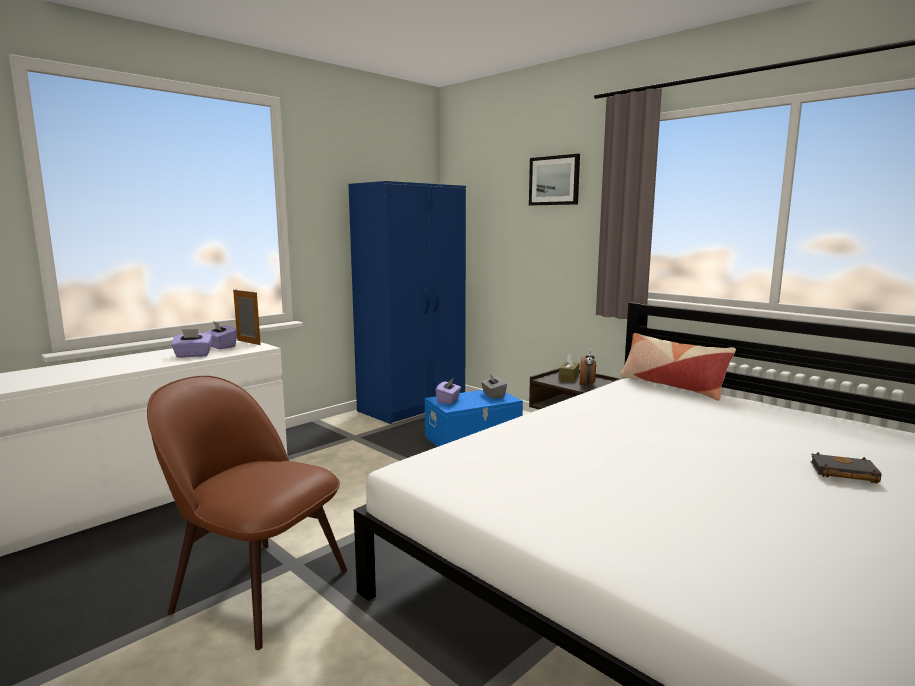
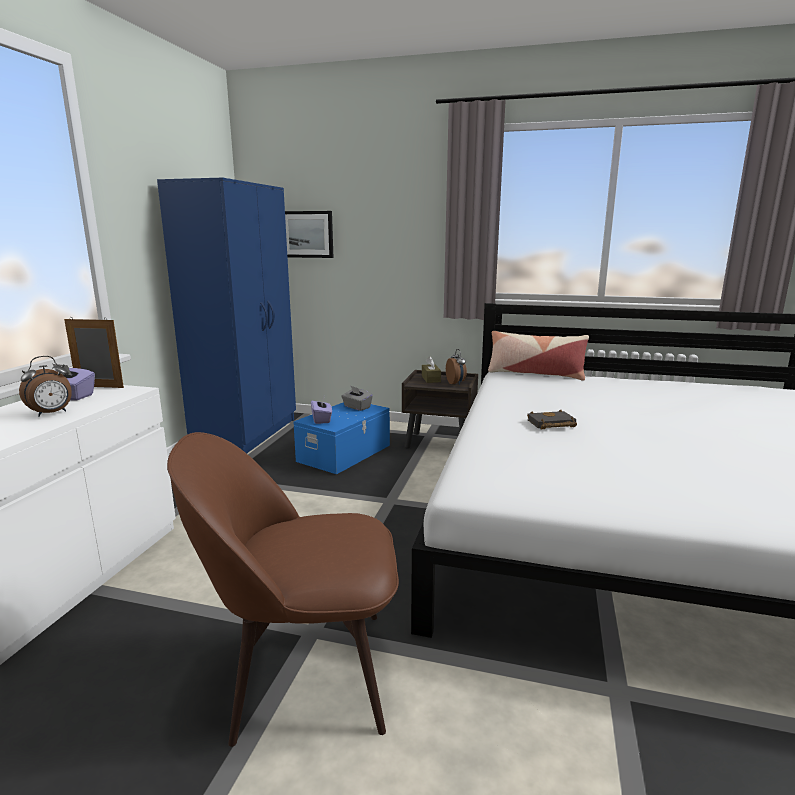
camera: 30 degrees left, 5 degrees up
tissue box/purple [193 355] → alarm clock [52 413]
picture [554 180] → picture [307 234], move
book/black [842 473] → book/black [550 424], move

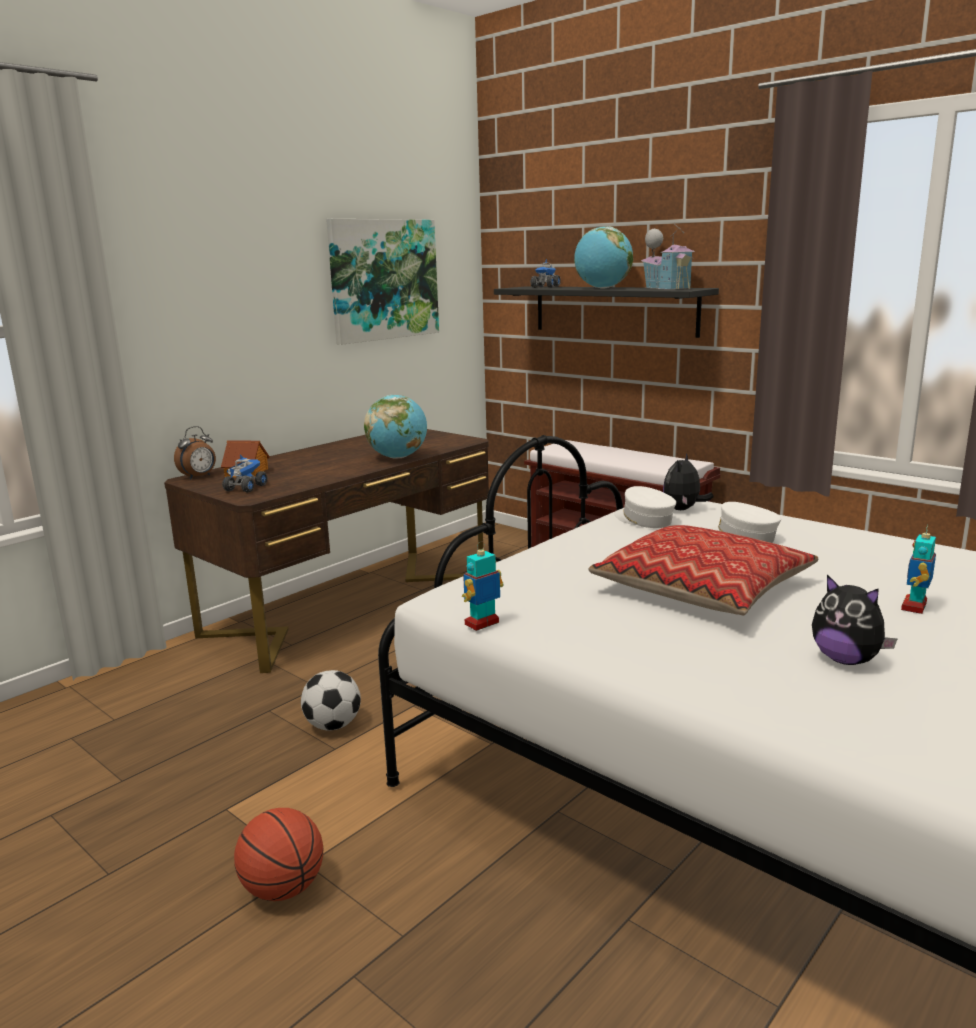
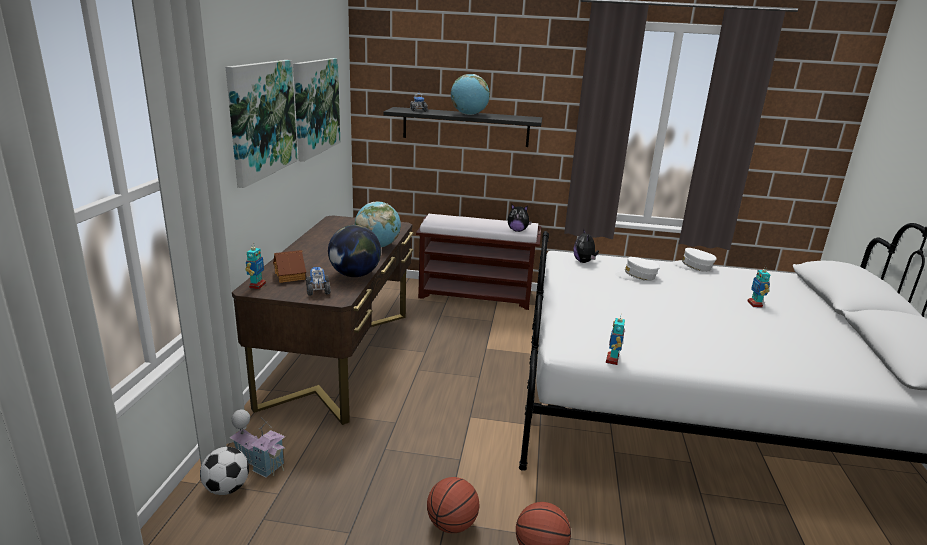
camera: 35 degrees left, 5 degrees up
football [333 725] → football [227 488], move
- → picture [262 119]
toy house [667 288] → toy house [260 463], move
alarm clock [199 477] → toy robot [257 285]
- → globe [355 275]
- → basketball [452 524]
plush toy [846 660] → plush toy [517 230], move
cap/white [644 520] → cap/white [693 267], move
pillow [702 588] → -

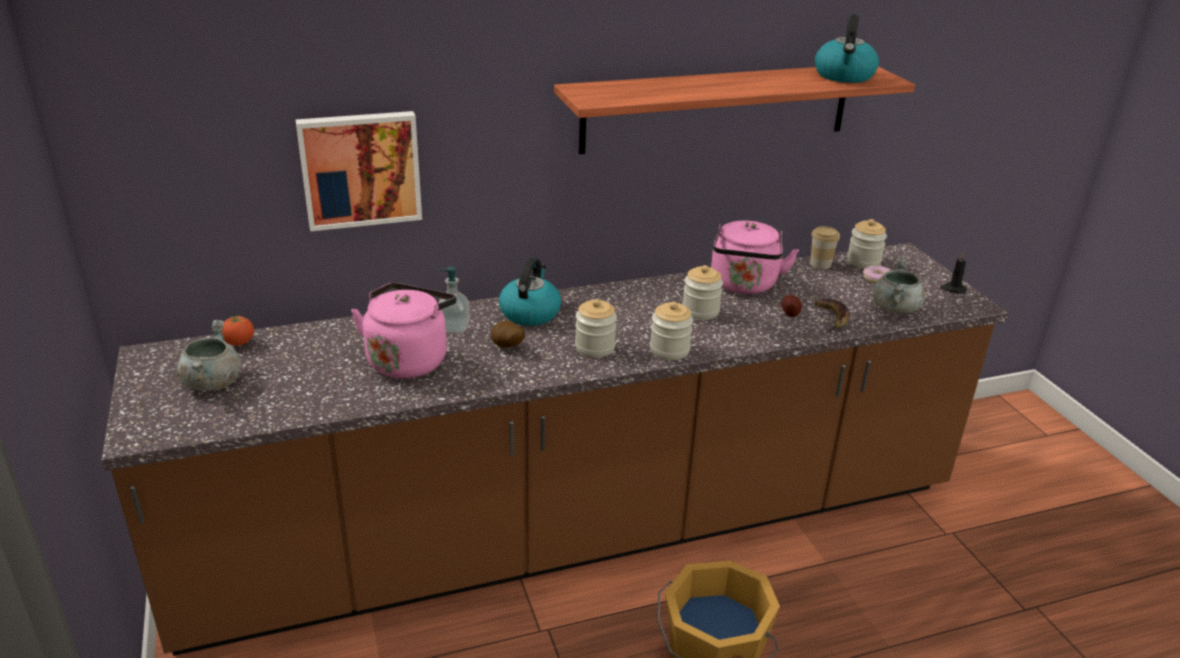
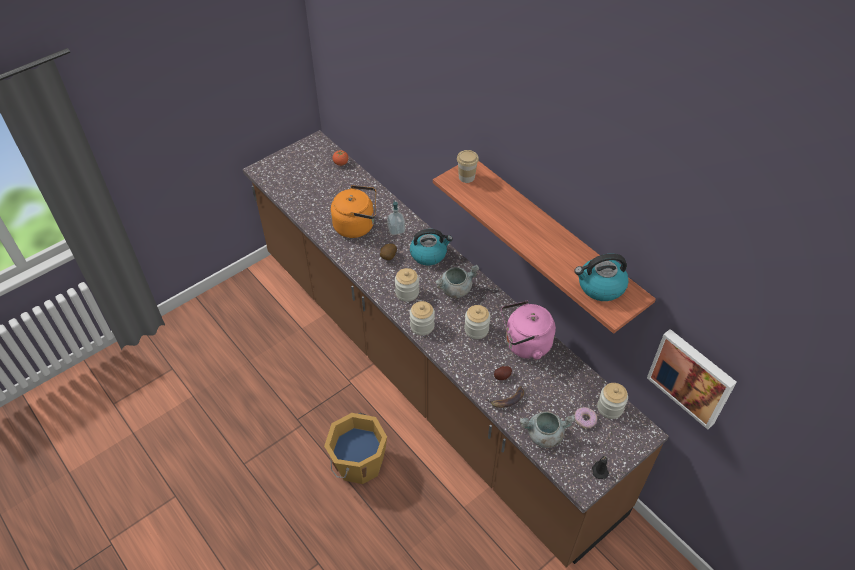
camera: 70 degrees right, 20 degrees up
kettle/pink [409 359] → kettle/orange [357 225]
cooking pot/grey [212 382] → cooking pot/grey [455 289], move
cup [820 264] → cup [466 177], move
picture [360 169] → picture [692 377], move

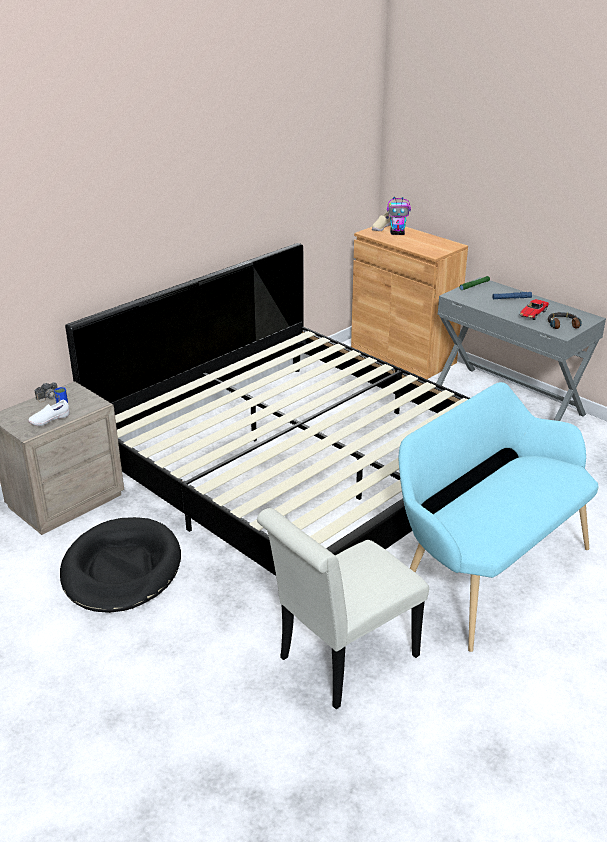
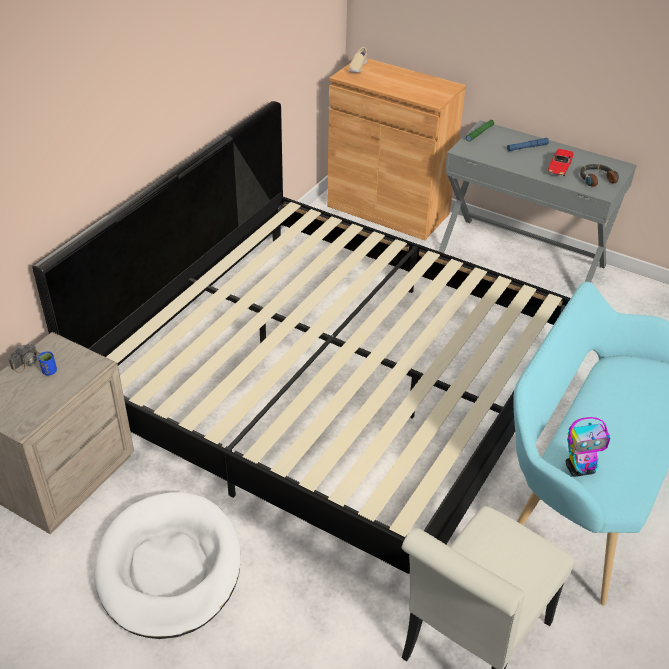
camera: 15 degrees left, 10 degrees up
dog bed/black [121 569] → dog bed/white [169 568]
toy robot [397 233] → toy robot [580 469], move
shoe/white [49 420] → -

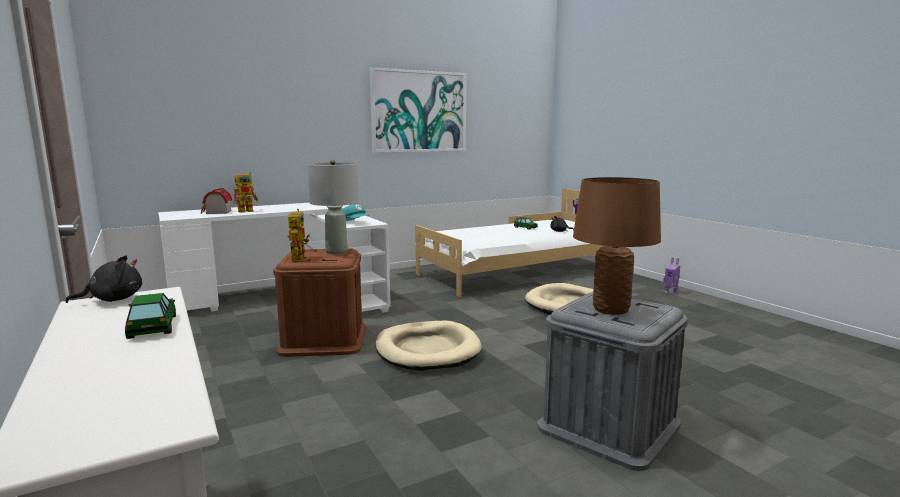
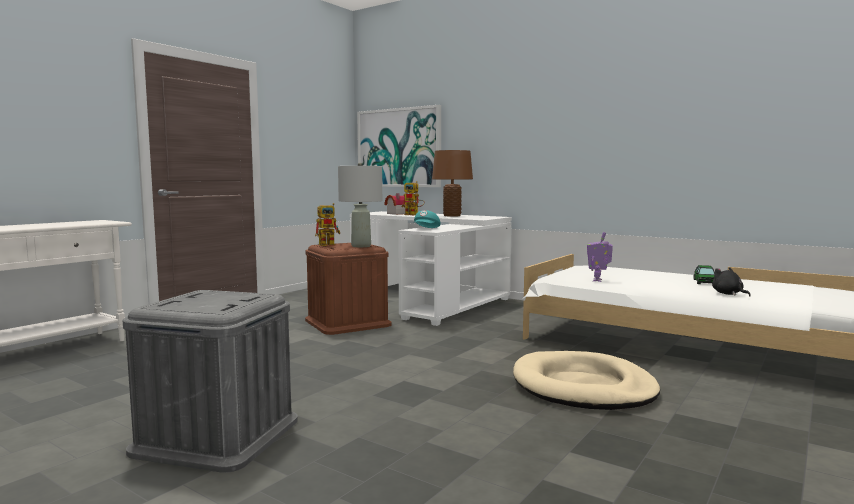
camera: 65 degrees right, 5 degrees down
picture [419 111] → picture [399 148], move
table lamp/brown [610 309] → table lamp/brown [452 216], move
toy robot [671 293] → toy robot [598 280], move
plush toy/black [113 300] → -
toy car [153 326] → -
dog bed/beige [427 350] → -

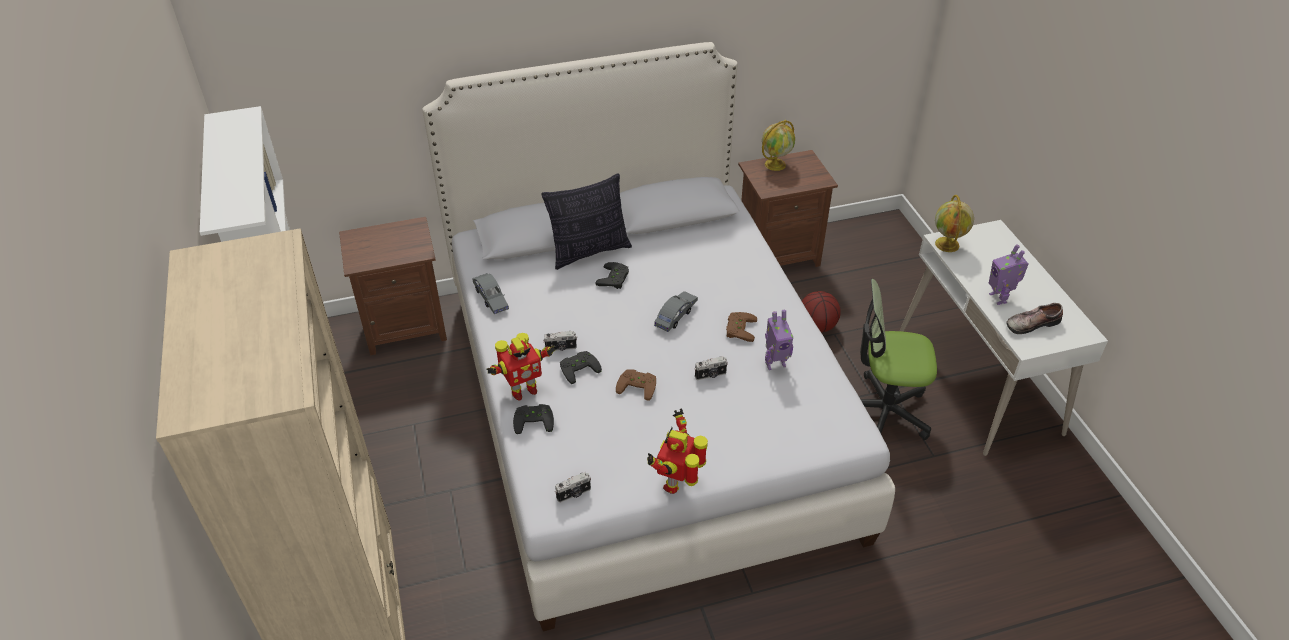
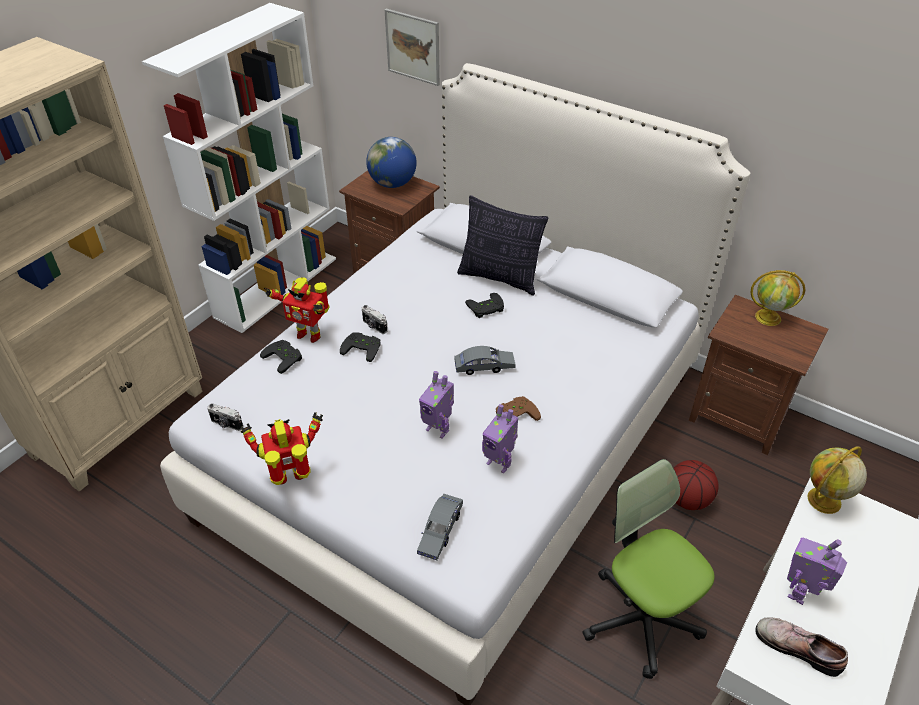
camera: 50 degrees right, 0 degrees up
- → globe [393 184]
- → picture [413 47]
toy car/grey [491 298] → toy car/grey [440 531], move
photo camera [710 375] → toy robot [438 429]
game controller/brown [638 385] → -

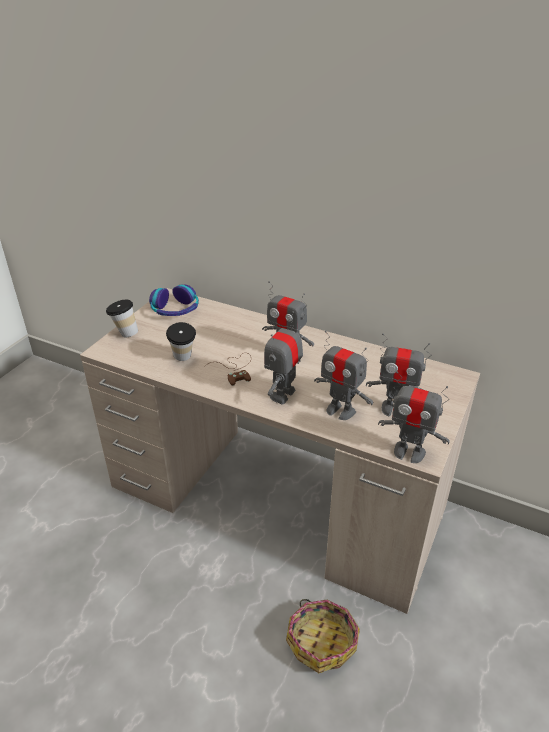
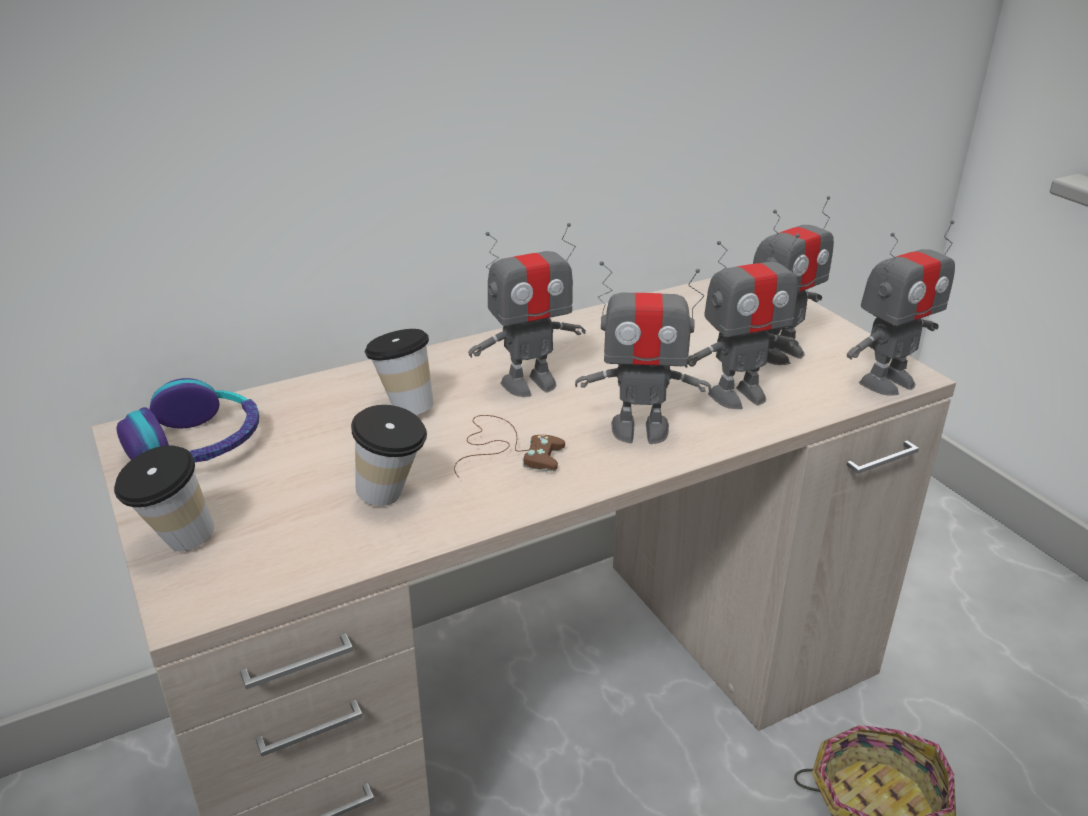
camera: 55 degrees left, 5 degrees down
- → cup [404 407]
toy robot [283 394] → toy robot [640 430], 60 degrees counterclockwise

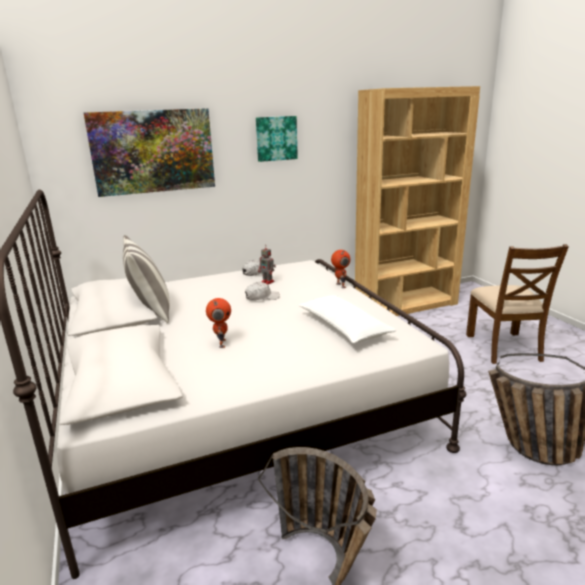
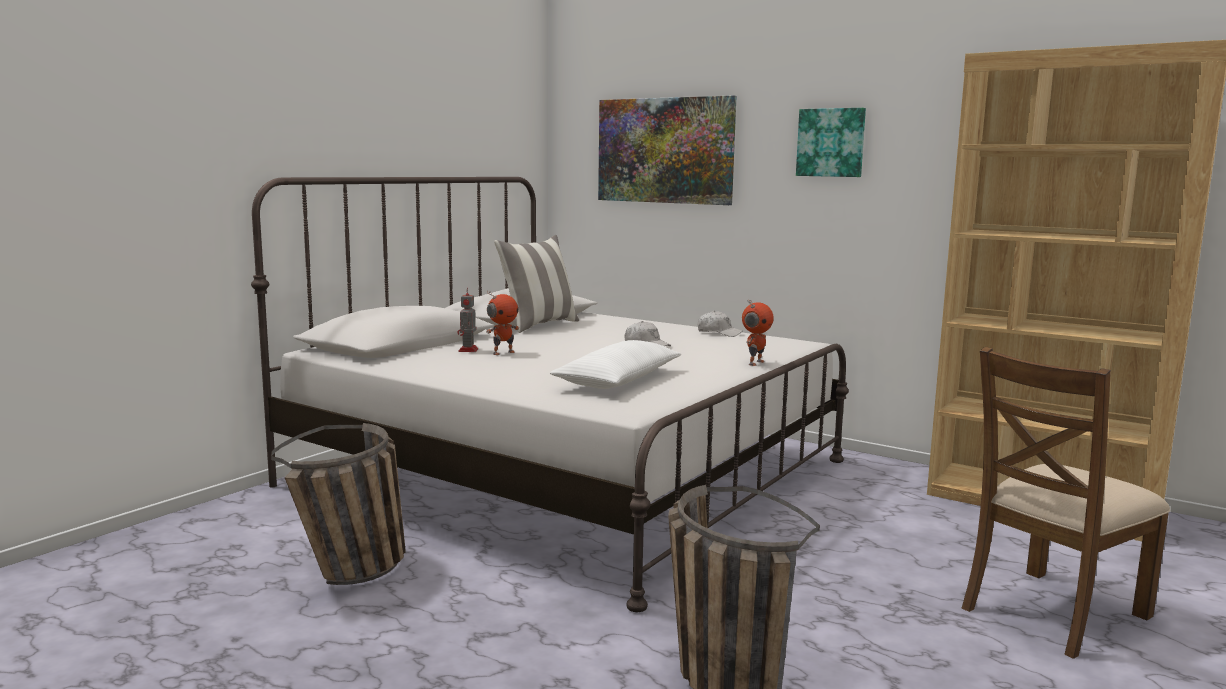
camera: 55 degrees right, 10 degrees down
toy robot [268 282] → toy robot [468 350], move

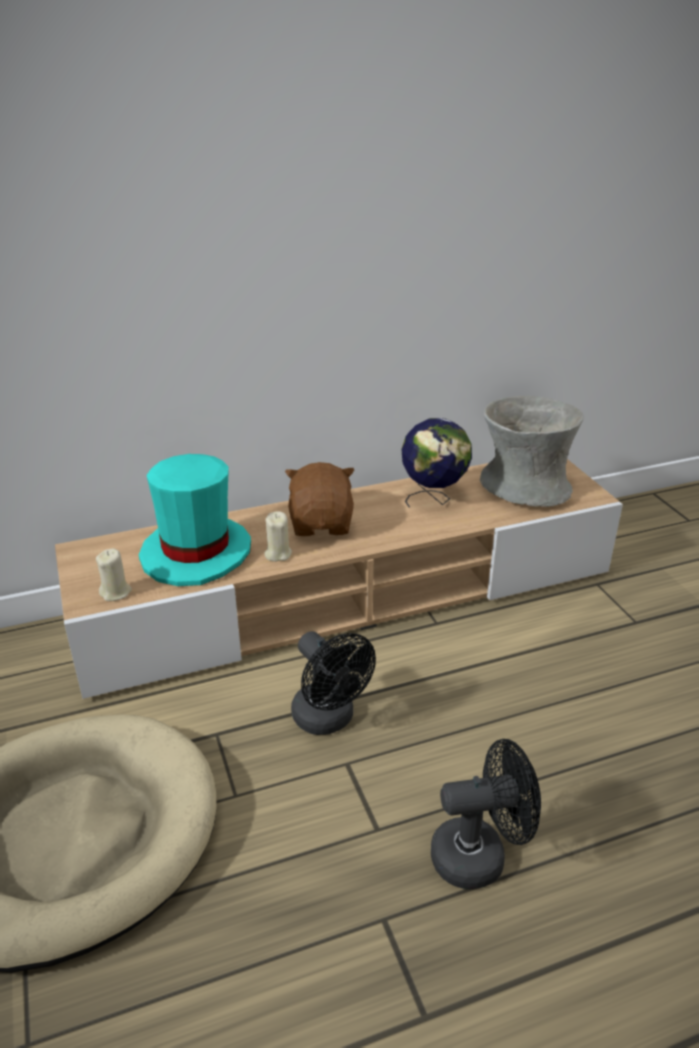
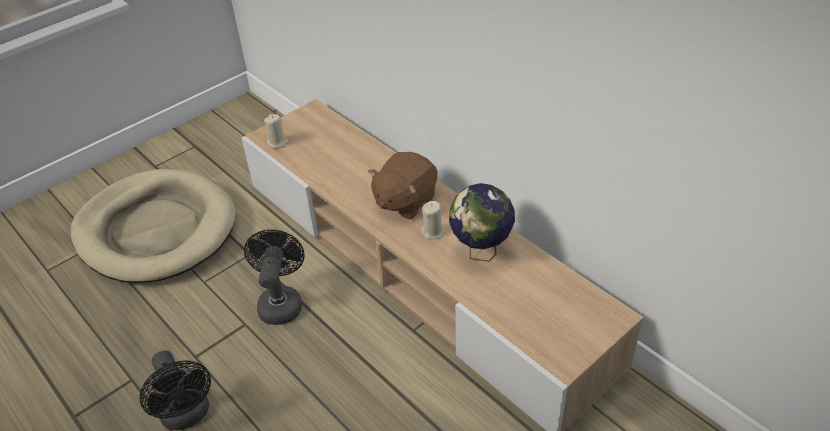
camera: 70 degrees right, 10 degrees up
fan/black [329 719] → fan/black [281 302], 150 degrees clockwise
plush toy/brown [322 524] → plush toy/brown [404 201], 150 degrees clockwise
candle/beige [277 554] → candle/beige [433 232], move
hat/turquoise [196 553] → -
vase/grey [524 488] → -

